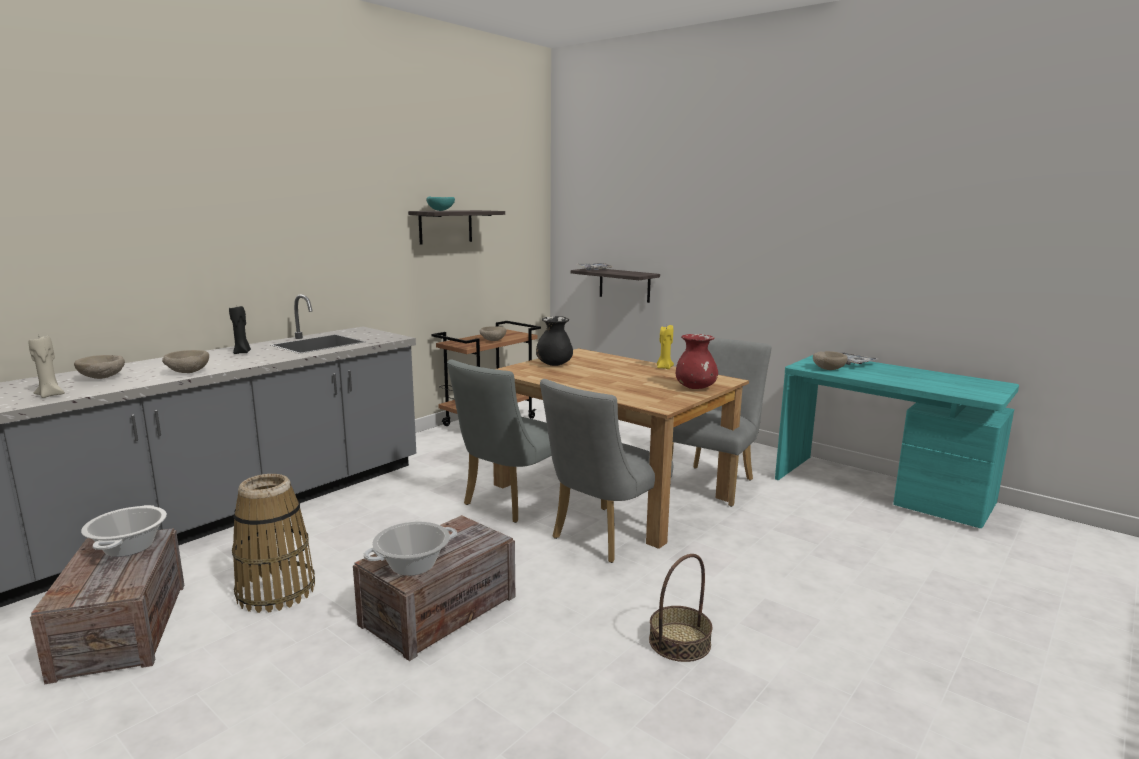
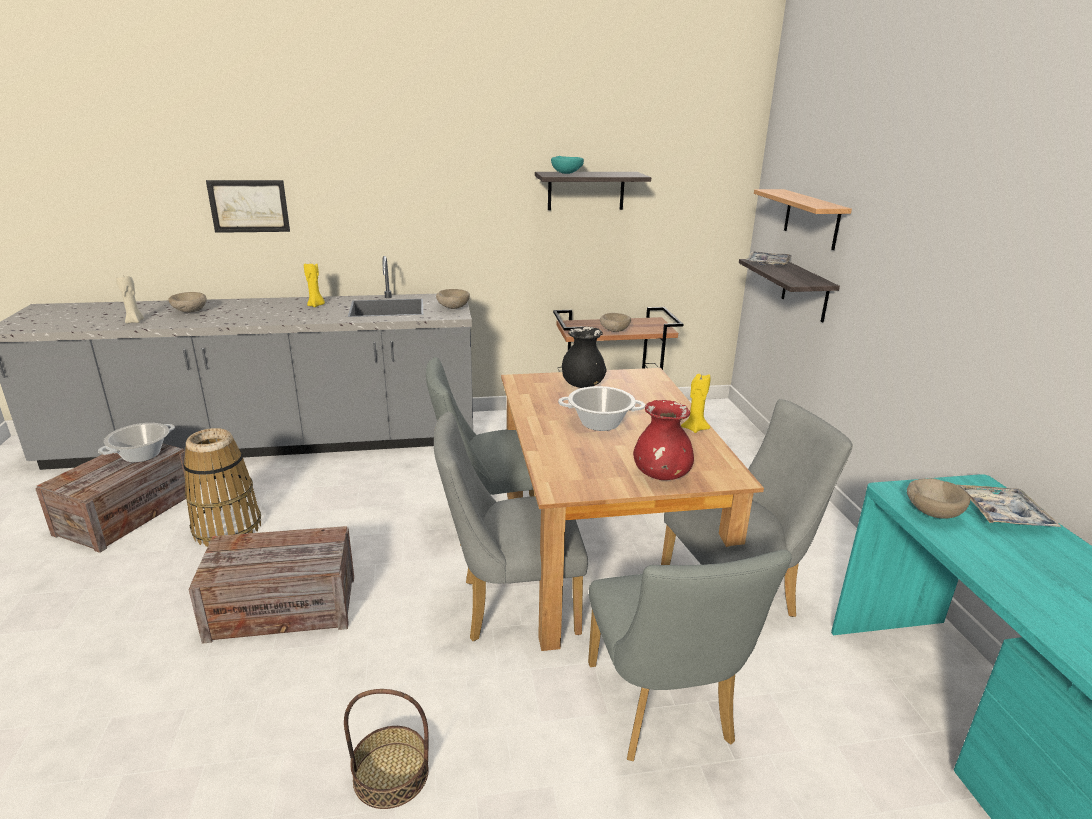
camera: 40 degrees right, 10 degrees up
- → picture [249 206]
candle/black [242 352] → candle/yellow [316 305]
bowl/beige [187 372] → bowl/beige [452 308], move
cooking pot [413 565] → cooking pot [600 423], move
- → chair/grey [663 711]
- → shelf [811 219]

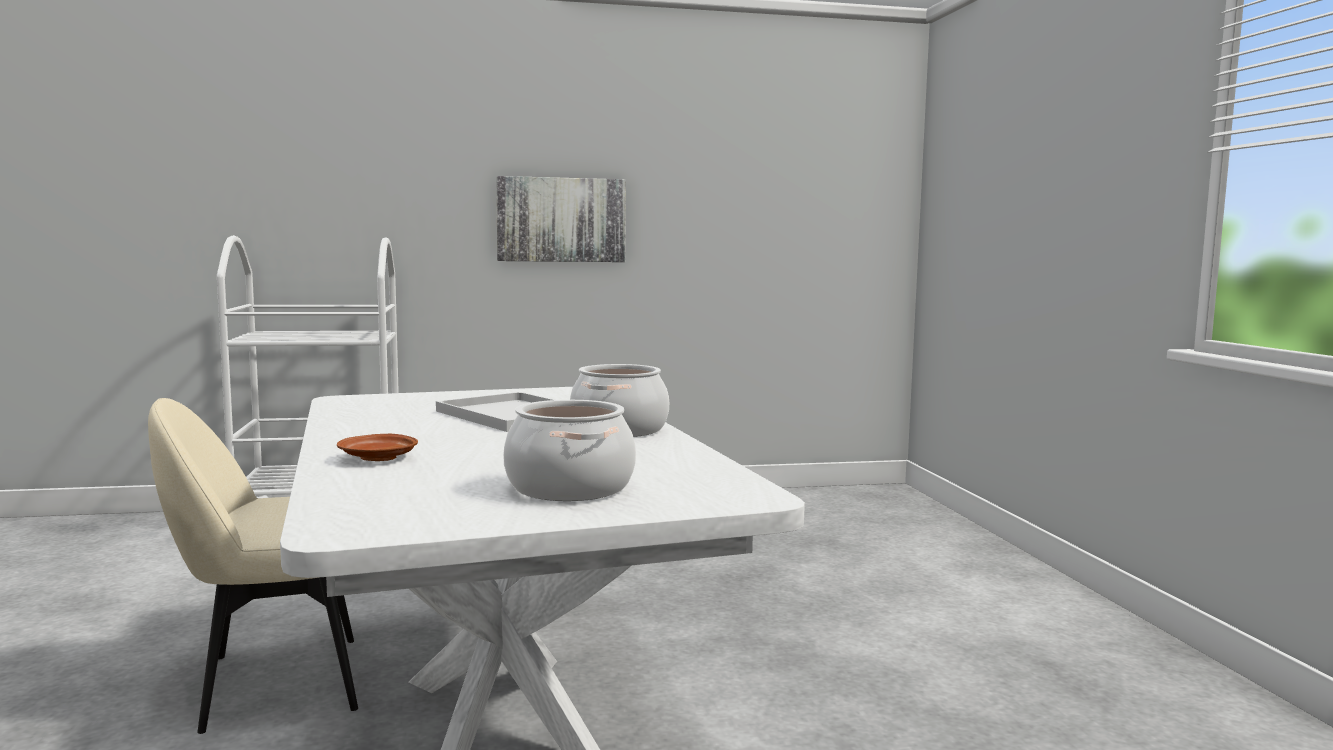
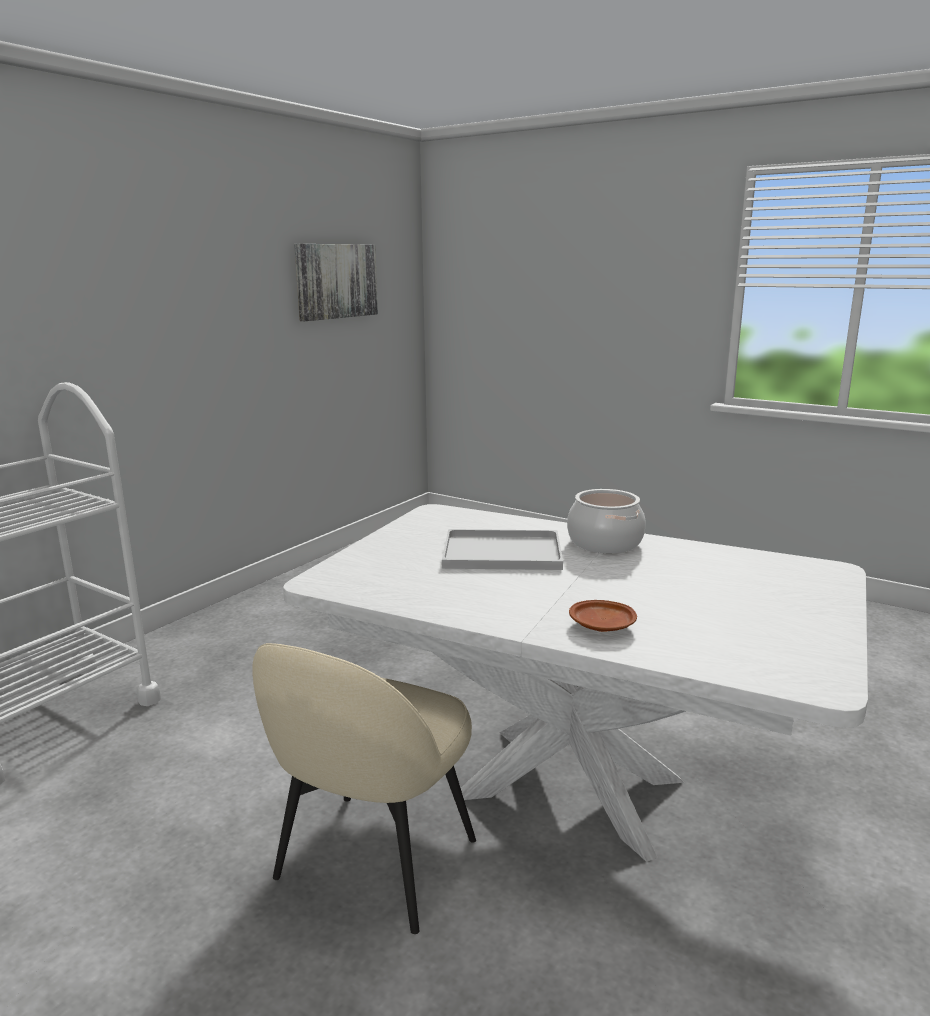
camera: 45 degrees left, 10 degrees up
picture [561 220] → picture [336 281], move
cooking pot [569 488] → -

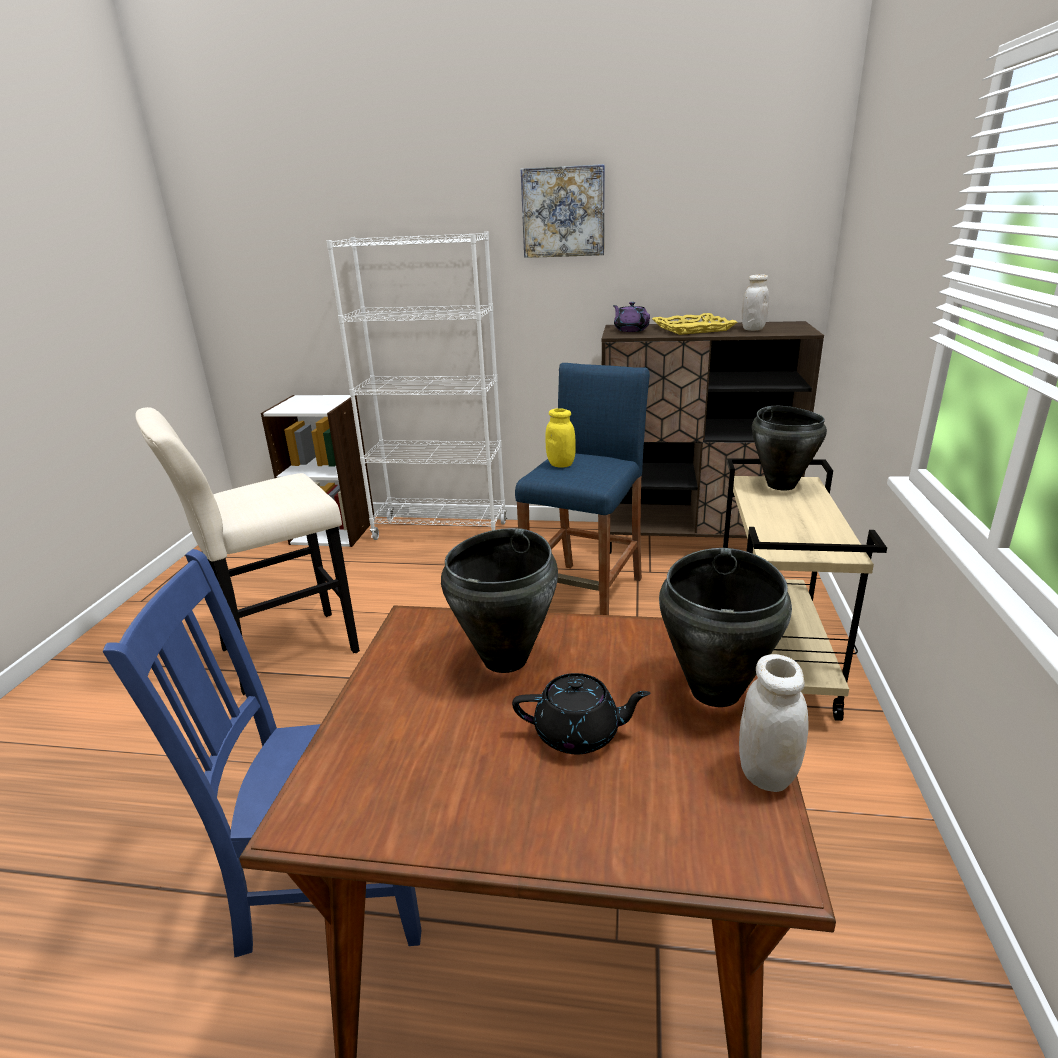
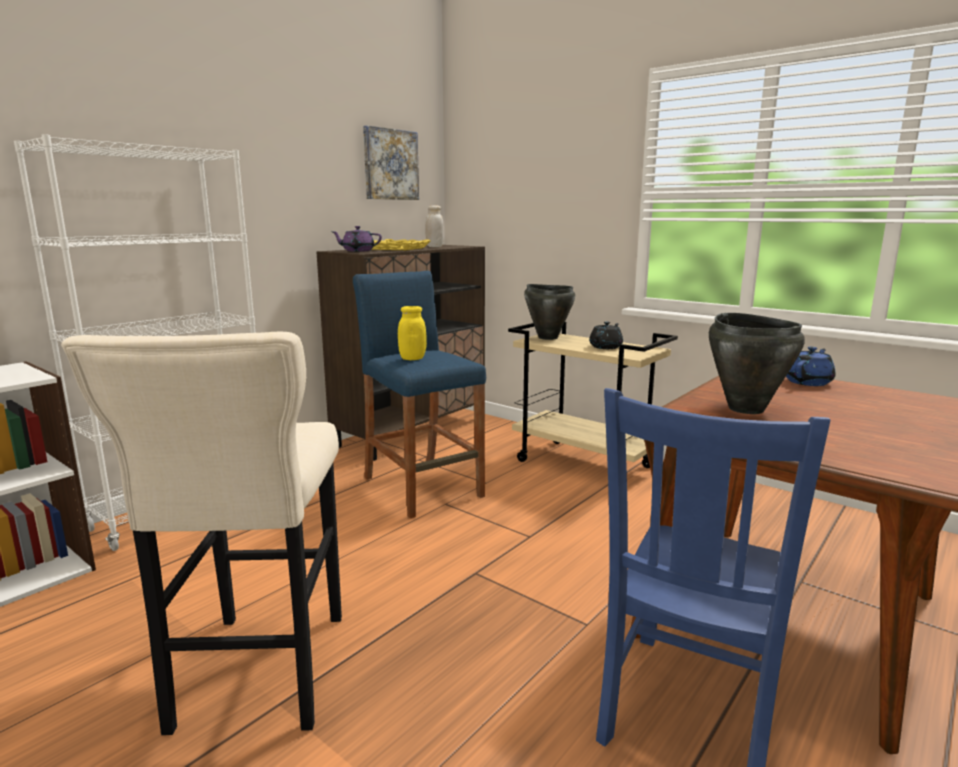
camera: 60 degrees left, 10 degrees down
picture [563 212] → picture [390 164], move
teapot/black [579 734] → teapot/black [606 347], move
cooking pot/black [716 691] → teapot/blue [808 382]
jar/white [766 773] → -

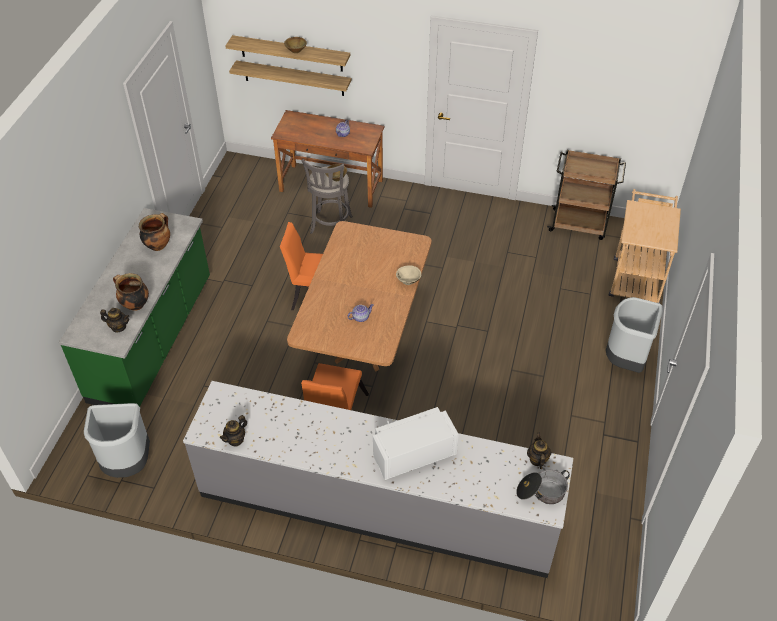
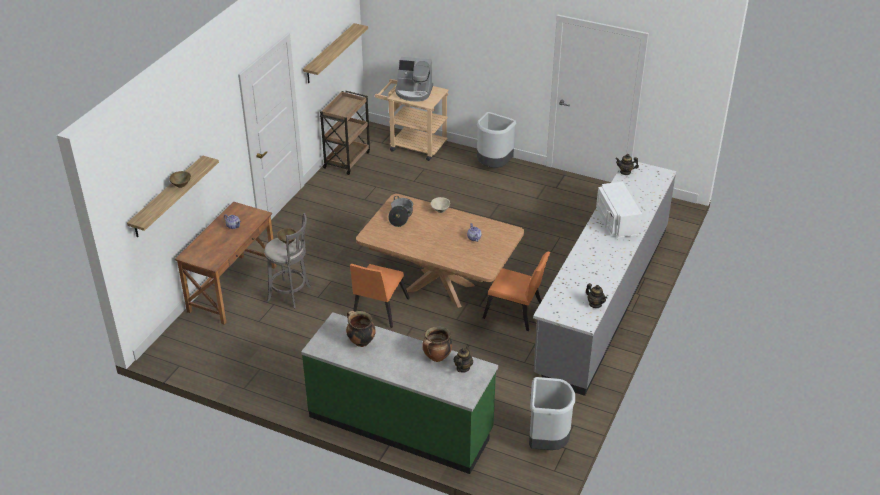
camera: 80 degrees left, 10 degrees down
shelf [293 78] → shelf [329 53], move
cooking pot [541 492] → cooking pot [400 216], move
- → coffee machine [414 92]

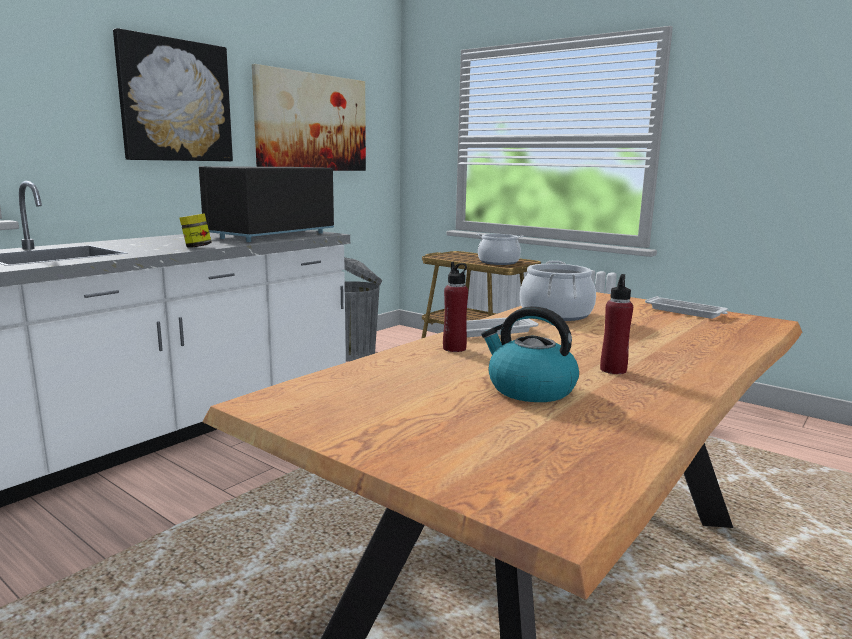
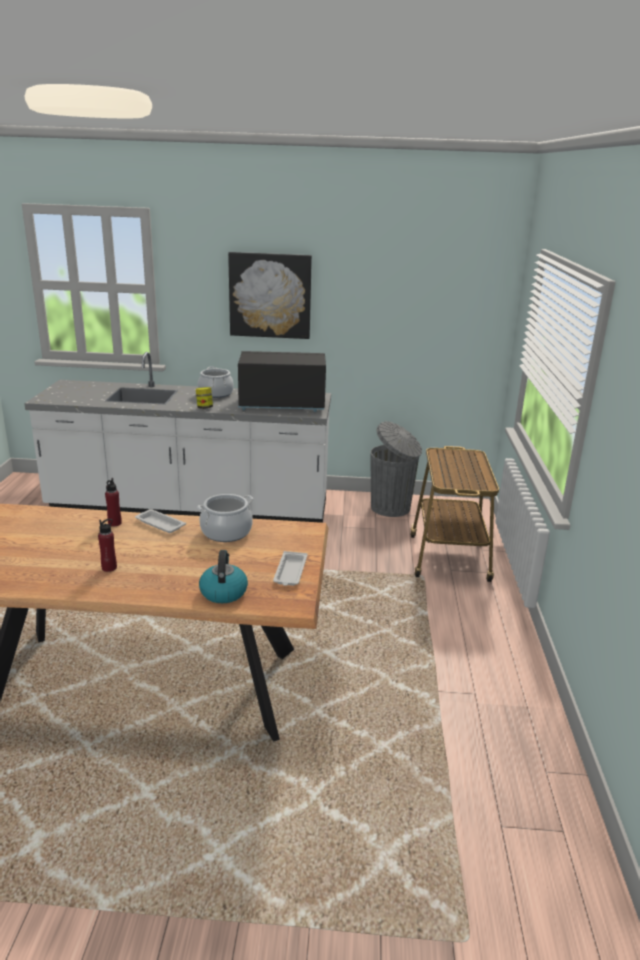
camera: 55 degrees right, 10 degrees up
cooking pot [498 262] → cooking pot [216 393], move
kettle [529 389] → kettle [223 592], move
picture [312 123] → -

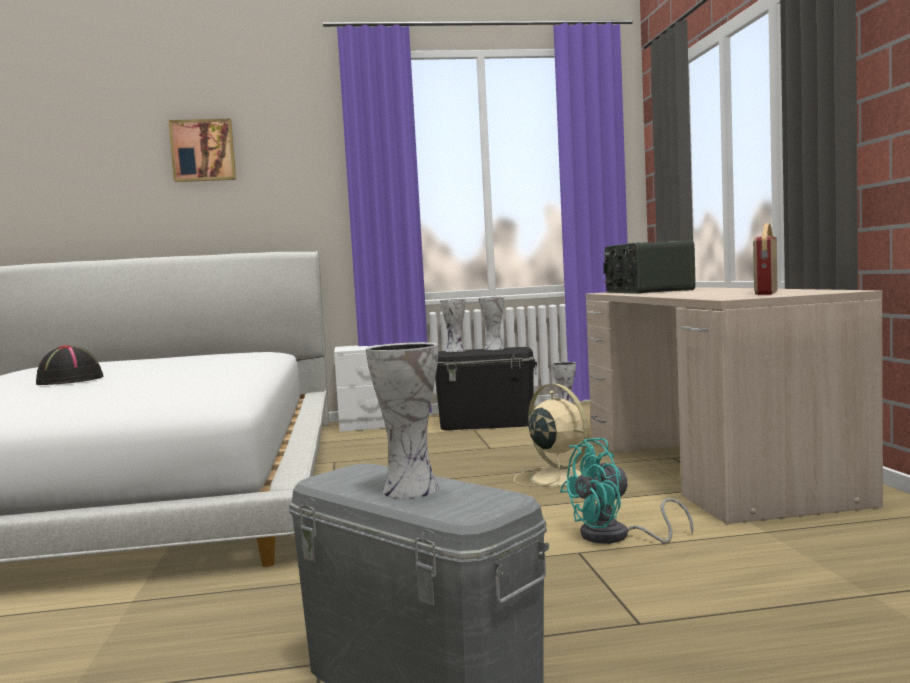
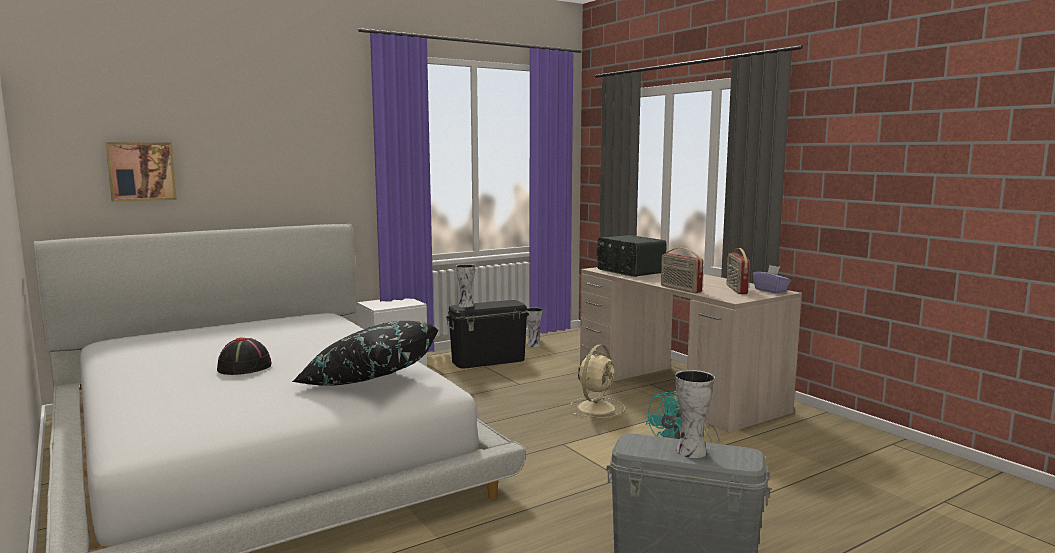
camera: 25 degrees left, 5 degrees up
picture [203 151] → picture [141 171], move
- → pillow/black [369 379]
fan/beige [557 478] → fan/beige [597 407], 90 degrees clockwise
- → radio [680 289]
- → tissue box/purple [770 290]
vase [493 349] → -

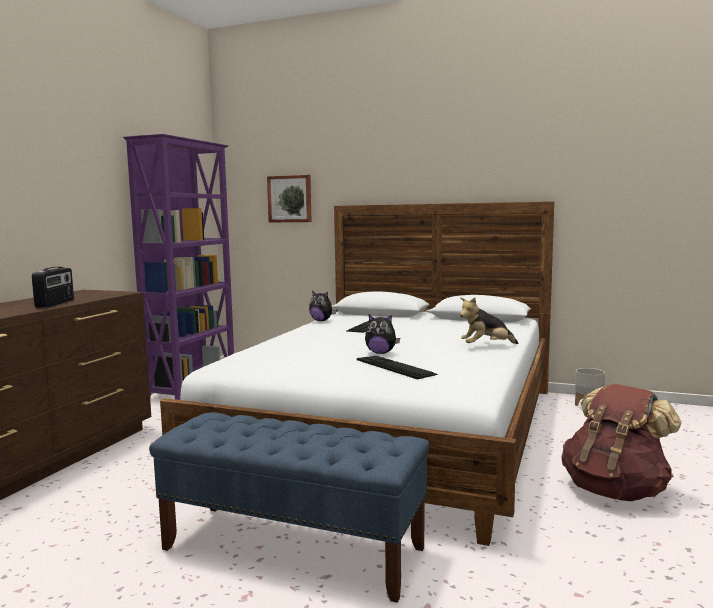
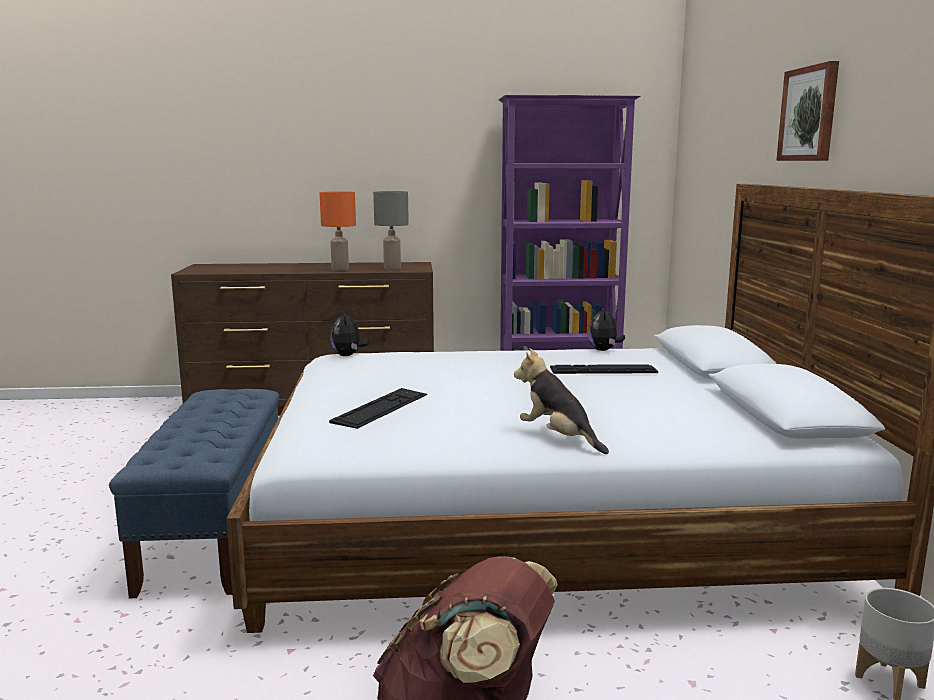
camera: 65 degrees right, 5 degrees up
radio [56 303] → table lamp/orange [340 269]
plush toy [381 353] → plush toy [348 355], move
- → table lamp/grey [392 268]
picture [290 199] → picture [809 114], move

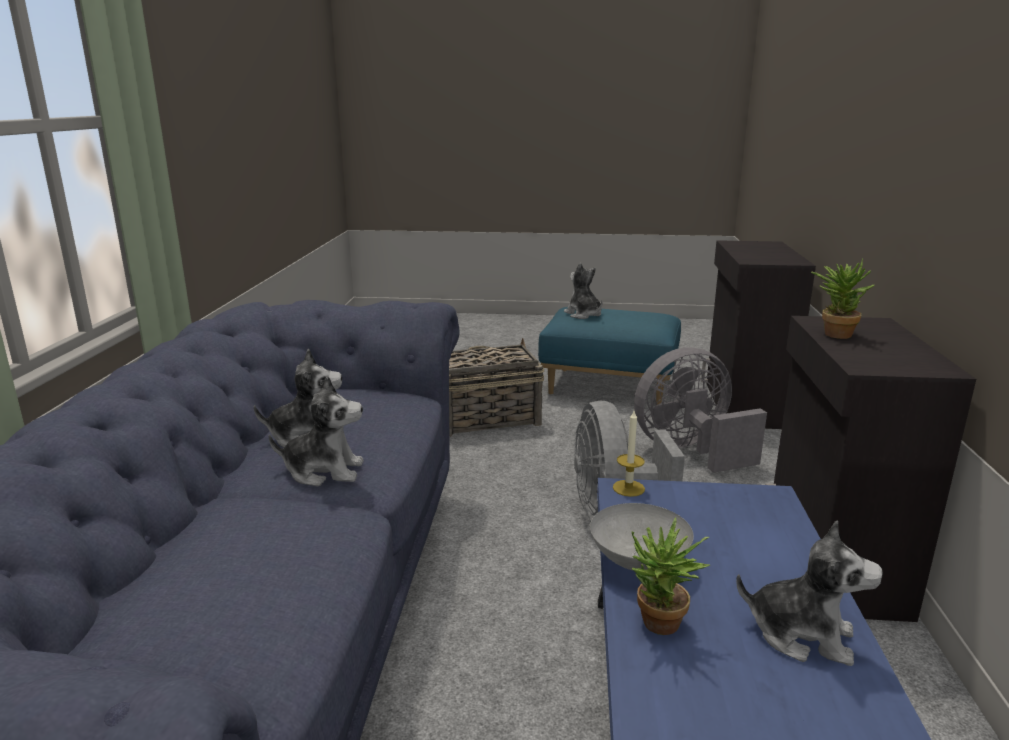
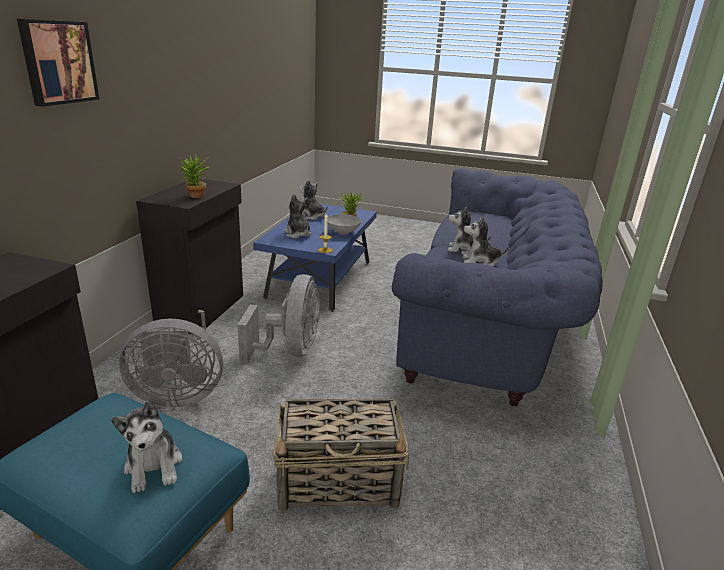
camera: 170 degrees left, 5 degrees up
- → picture [58 62]
- → plush toy [297 234]

